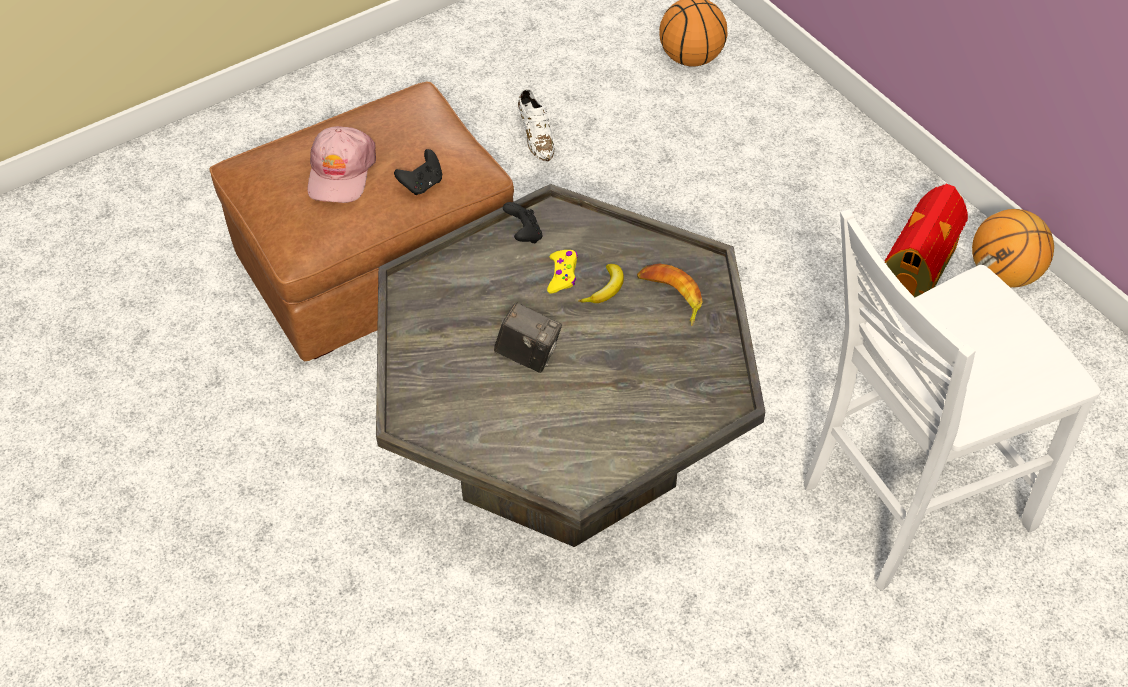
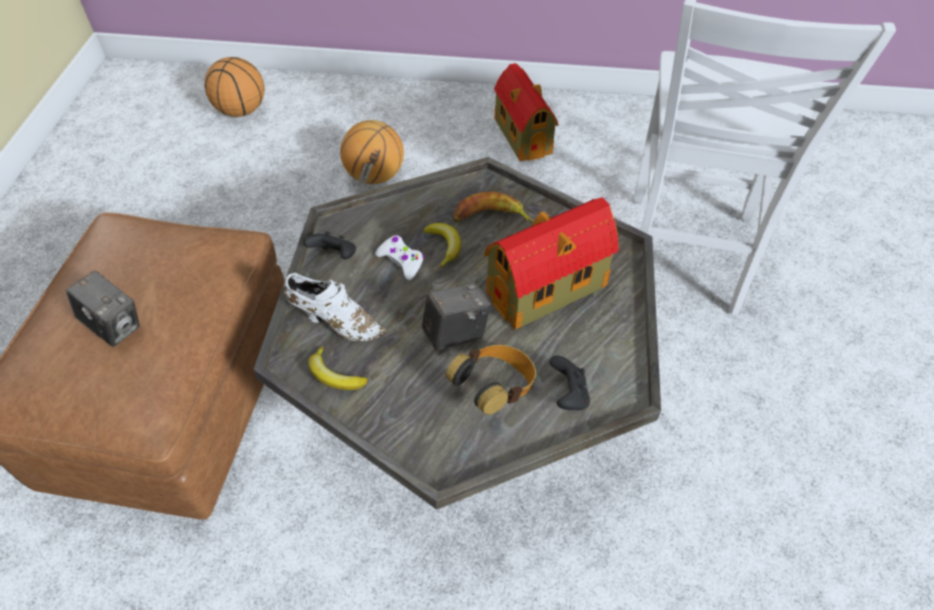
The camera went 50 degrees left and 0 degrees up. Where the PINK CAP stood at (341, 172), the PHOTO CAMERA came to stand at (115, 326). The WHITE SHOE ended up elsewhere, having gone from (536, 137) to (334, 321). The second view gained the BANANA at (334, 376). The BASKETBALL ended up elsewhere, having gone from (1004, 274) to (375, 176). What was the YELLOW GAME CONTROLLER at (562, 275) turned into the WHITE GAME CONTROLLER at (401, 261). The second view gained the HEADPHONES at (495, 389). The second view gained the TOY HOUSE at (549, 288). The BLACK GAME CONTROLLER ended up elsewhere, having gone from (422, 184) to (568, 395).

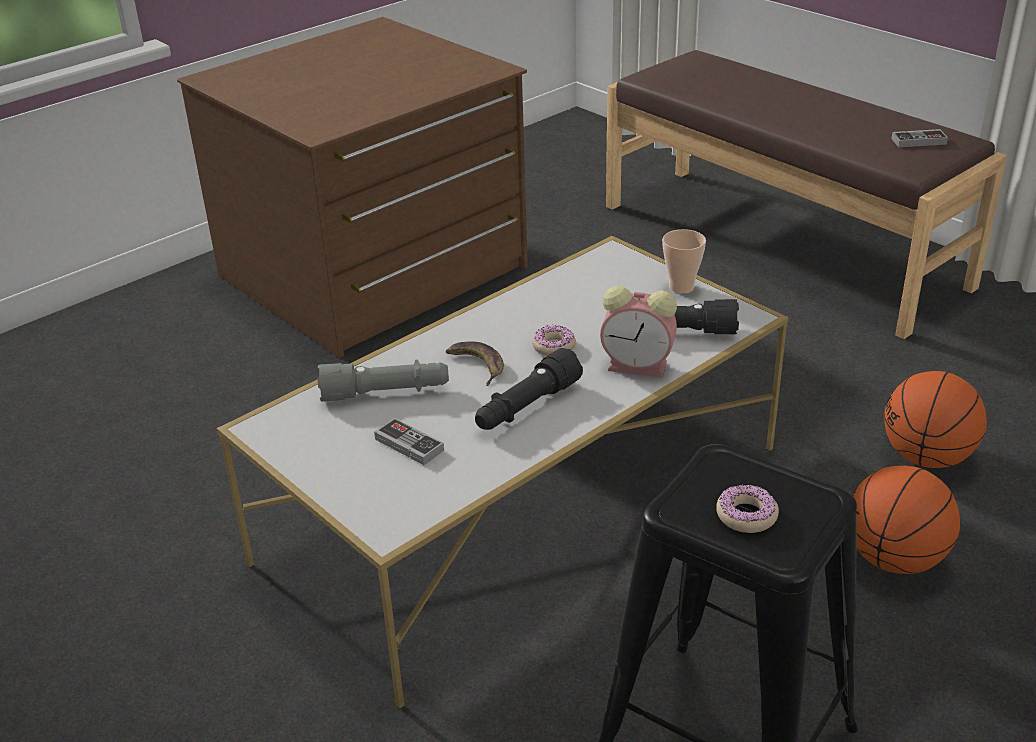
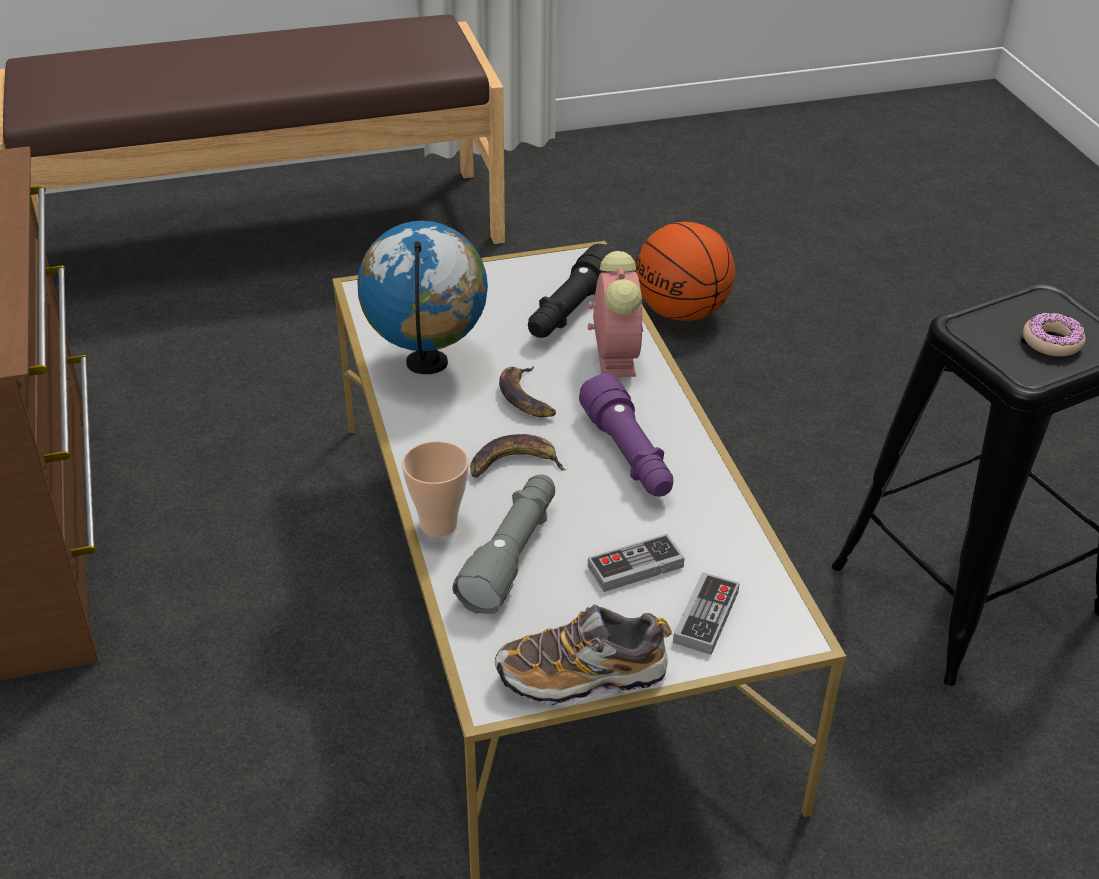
The camera went 65 degrees left and 5 degrees up. The second view gained the GLOBE at (427, 364). The CUP ended up elsewhere, having gone from (681, 287) to (438, 524). The second view gained the SHOE at (582, 677). Where the DONUT stood at (554, 347), the BANANA came to stand at (527, 397). What was the BLACK FLASHLIGHT at (526, 407) turned into the PURPLE FLASHLIGHT at (628, 455). The ALARM CLOCK at (640, 366) ended up facing another way, 45 degrees counterclockwise from before. The GAME CONTROLLER ended up elsewhere, having gone from (918, 141) to (706, 617). The second view lost the BASKETBALL at (894, 559).

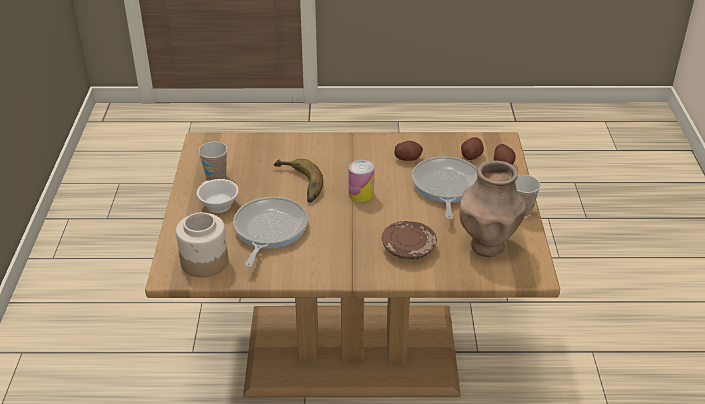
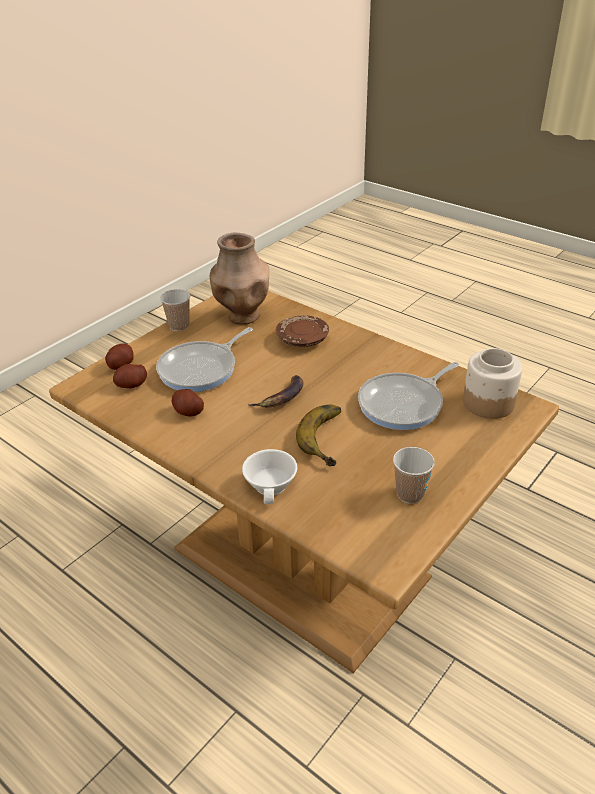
The camera went 140 degrees left and 0 degrees up. The WHITE CUP ended up elsewhere, having gone from (217, 205) to (272, 486). Where the CAN stood at (361, 194), the BANANA came to stand at (282, 397).

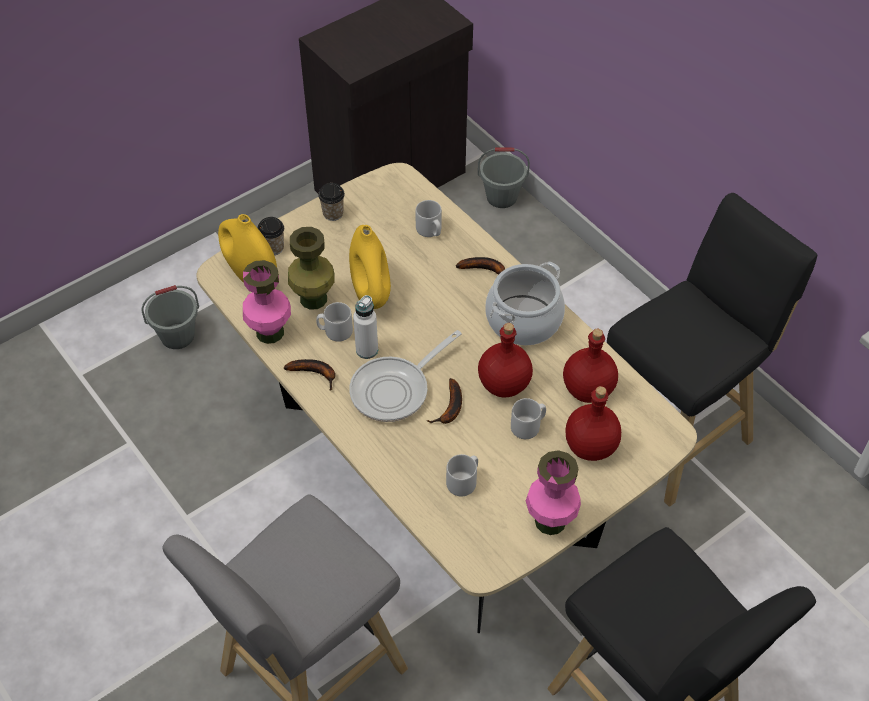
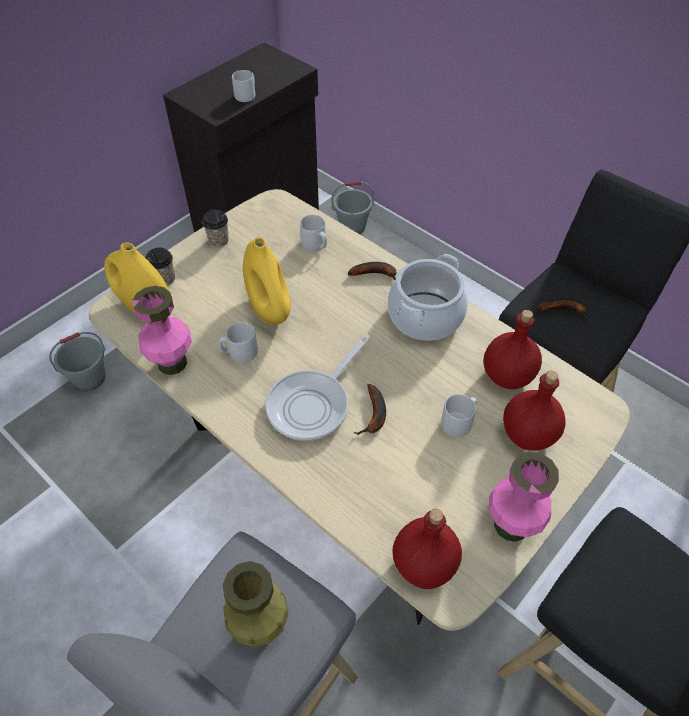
The camera went 10 degrees left and 0 degrees up. The GREEN VASE ended up elsewhere, having gone from (314, 299) to (260, 626). The GREY MUG ended up elsewhere, having gone from (464, 481) to (246, 95). The RED BOTTLE ended up elsewhere, having gone from (505, 384) to (425, 564). The BANANA ended up elsewhere, having gone from (315, 373) to (564, 310). The second view lost the WHITE BOTTLE at (367, 350).

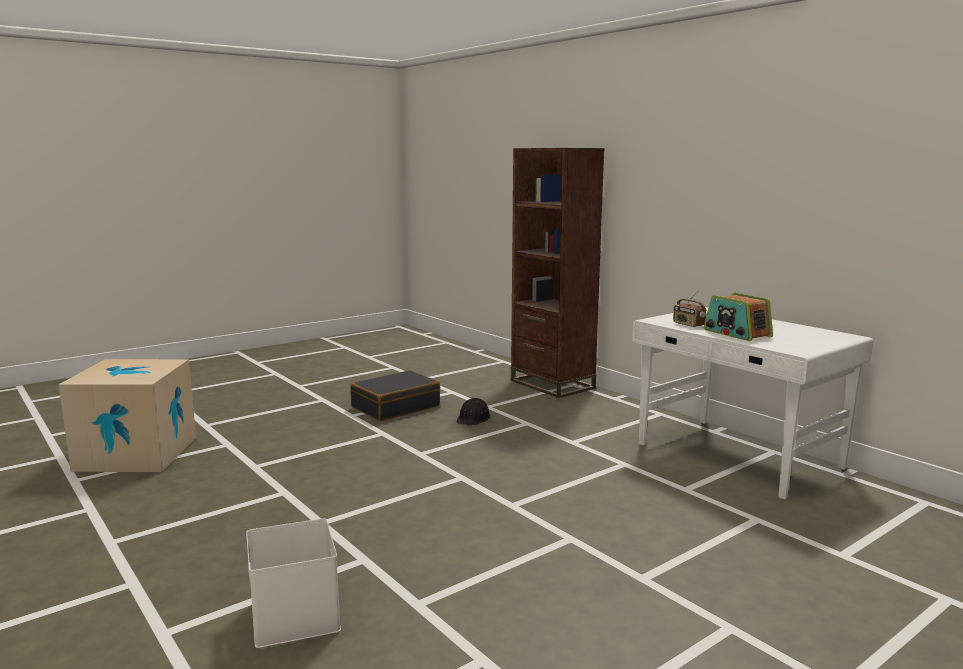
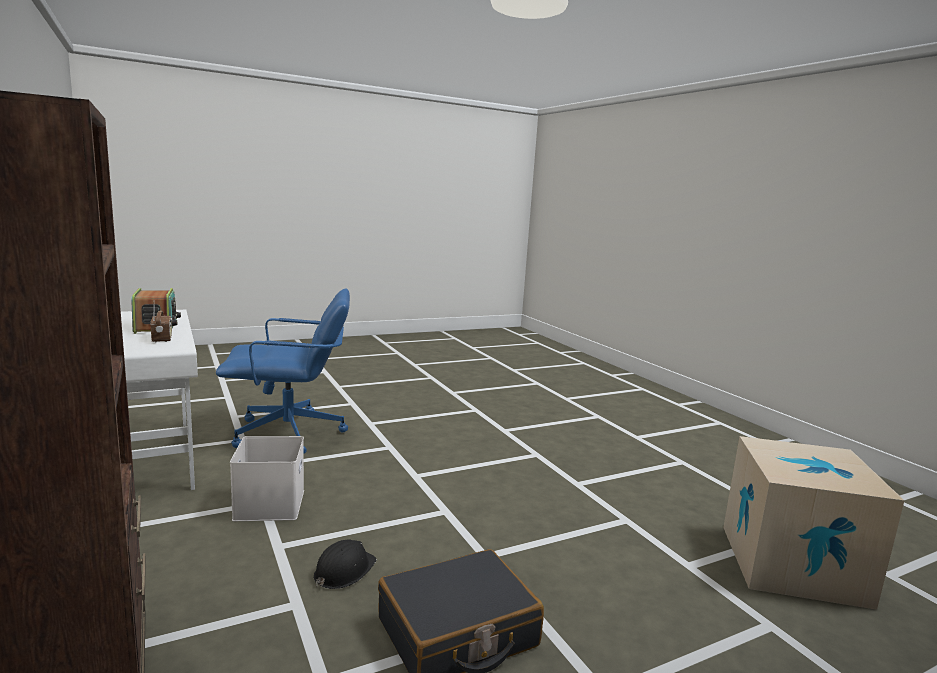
The camera went 170 degrees left and 0 degrees up. The second view gained the BLUE OFFICE CHAIR at (290, 434). The WHITE STORAGE BOX ended up elsewhere, having gone from (297, 616) to (268, 503).

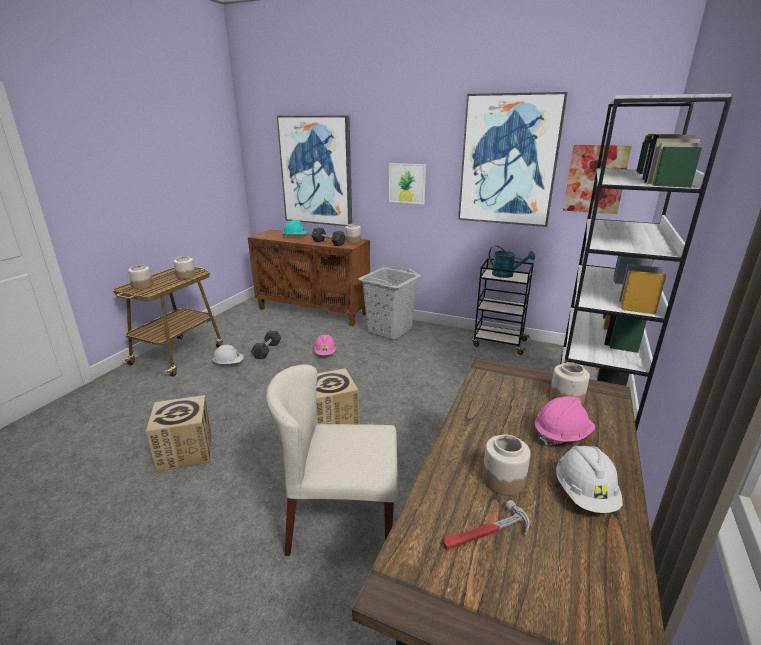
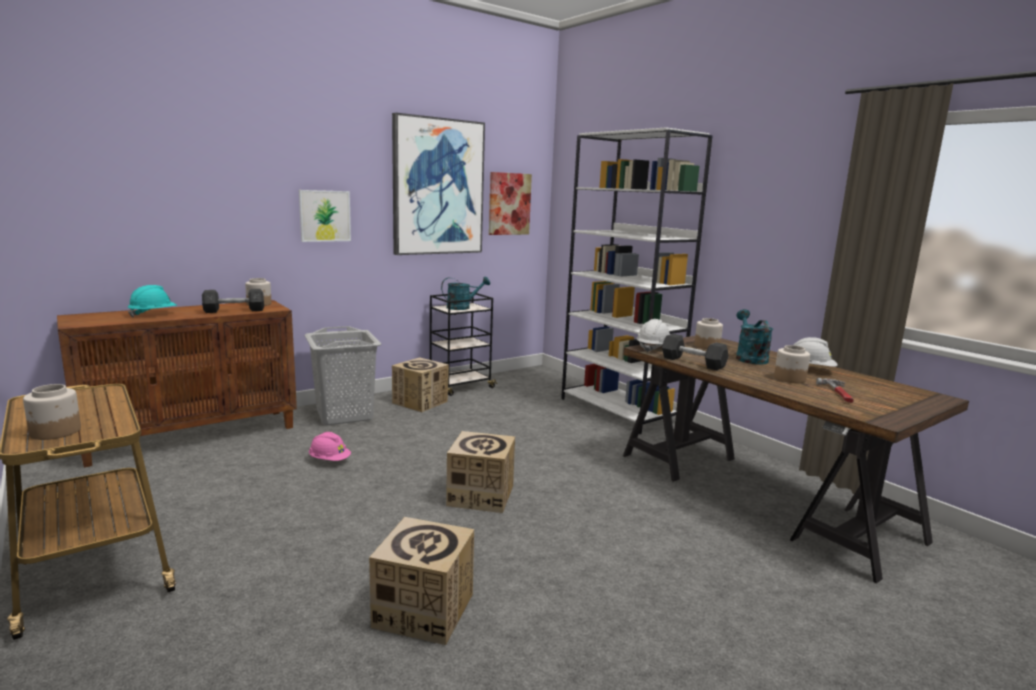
The camera went 60 degrees left and 10 degrees down. The second view gained the CARDBOARD BOX at (420, 402). The WHITE HARD HAT ended up elsewhere, having gone from (229, 363) to (653, 348). The GREY DUMBBELL ended up elsewhere, having gone from (267, 350) to (693, 362). Where the PINK HARD HAT stood at (561, 435), the TURQUOISE WATERING CAN came to stand at (749, 358). The second view lost the JAR at (186, 276). The second view lost the BEIGE CHAIR at (340, 520). The second view lost the PICTURE at (316, 171).

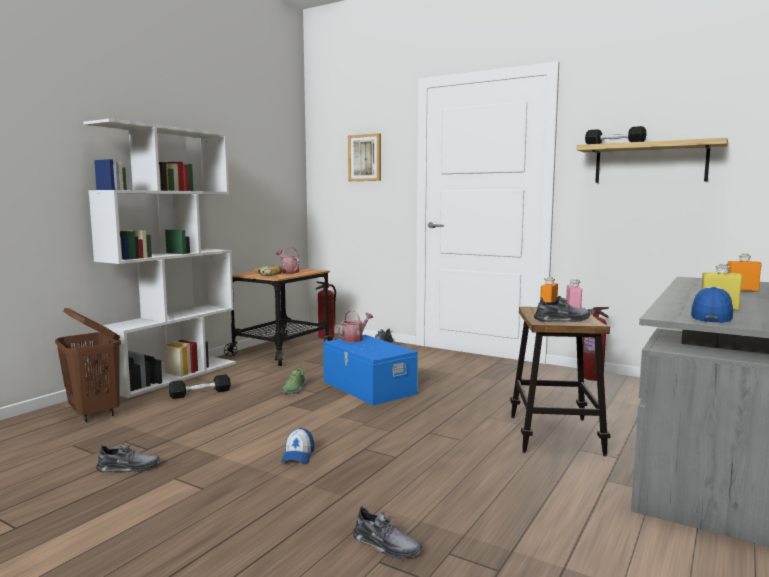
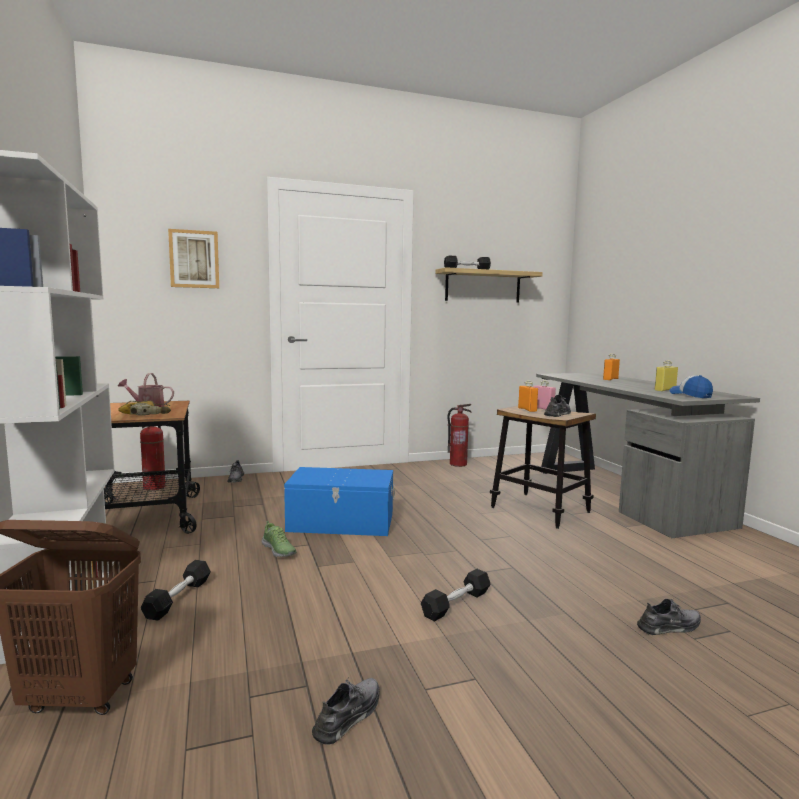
The camera went 50 degrees left and 0 degrees up. Where the CAP stood at (298, 456), the BLACK DUMBBELL came to stand at (456, 604). The second view lost the WATERING CAN at (354, 339).

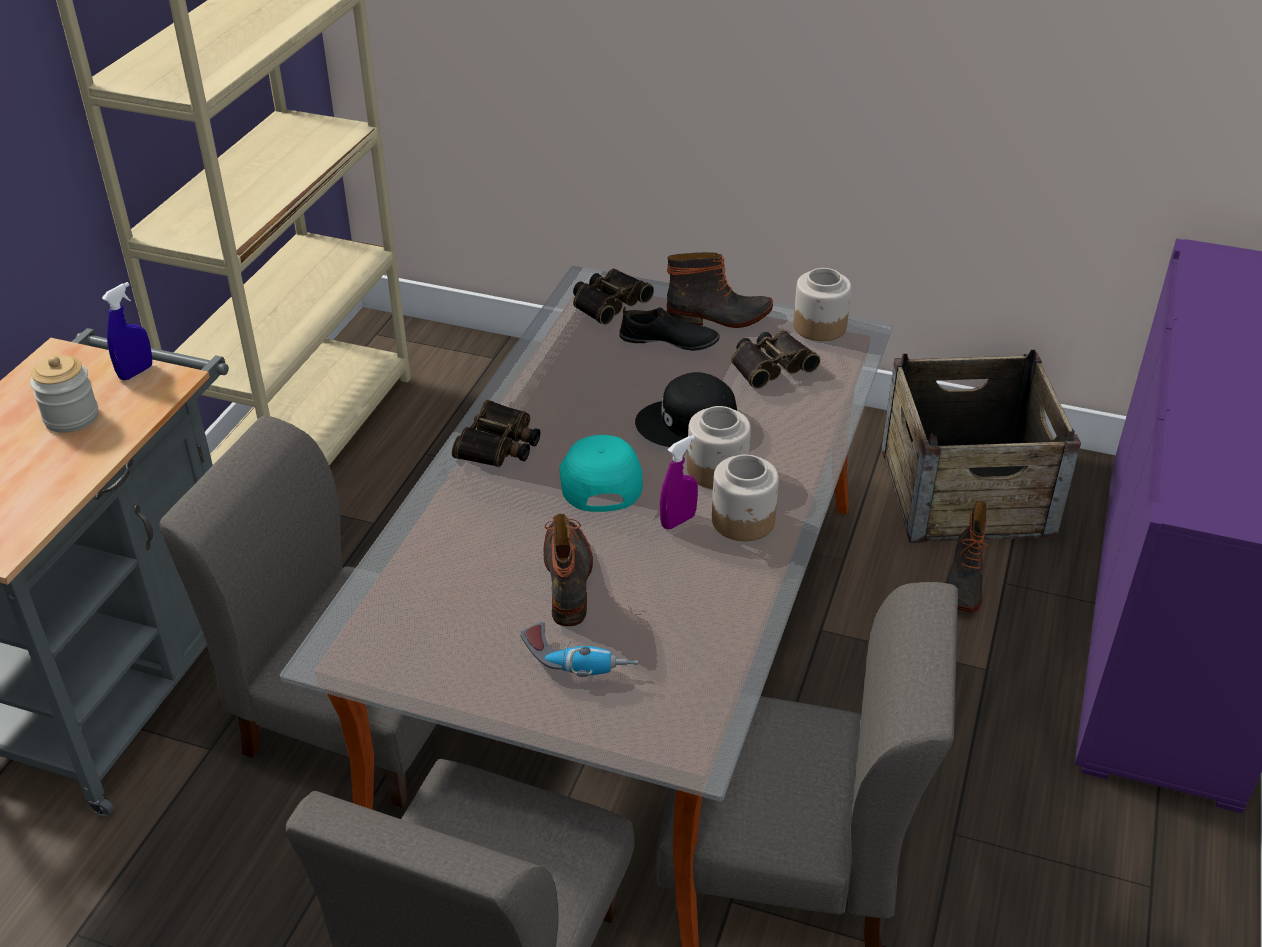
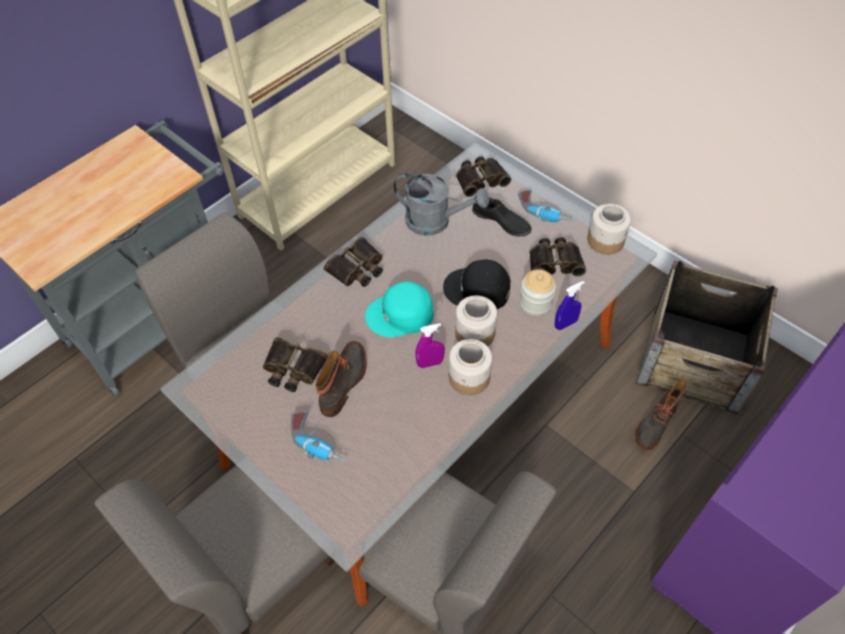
The camera went 25 degrees right and 15 degrees up. The second view gained the BINOCULARS at (292, 369). The TURQUOISE CAP at (599, 479) ended up facing another way, 120 degrees counterclockwise from before. The second view gained the GREY WATERING CAN at (436, 222). Where the BOOT stood at (719, 317), the POWER DRILL came to stand at (544, 213). The JAR ended up elsewhere, having gone from (71, 417) to (535, 303). The BLUE SPRAY BOTTLE ended up elsewhere, having gone from (136, 372) to (565, 324).

